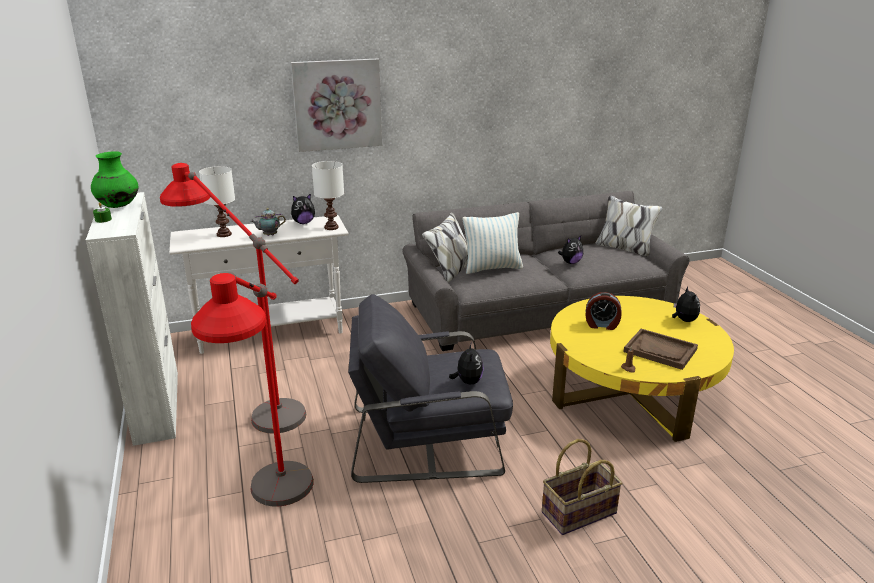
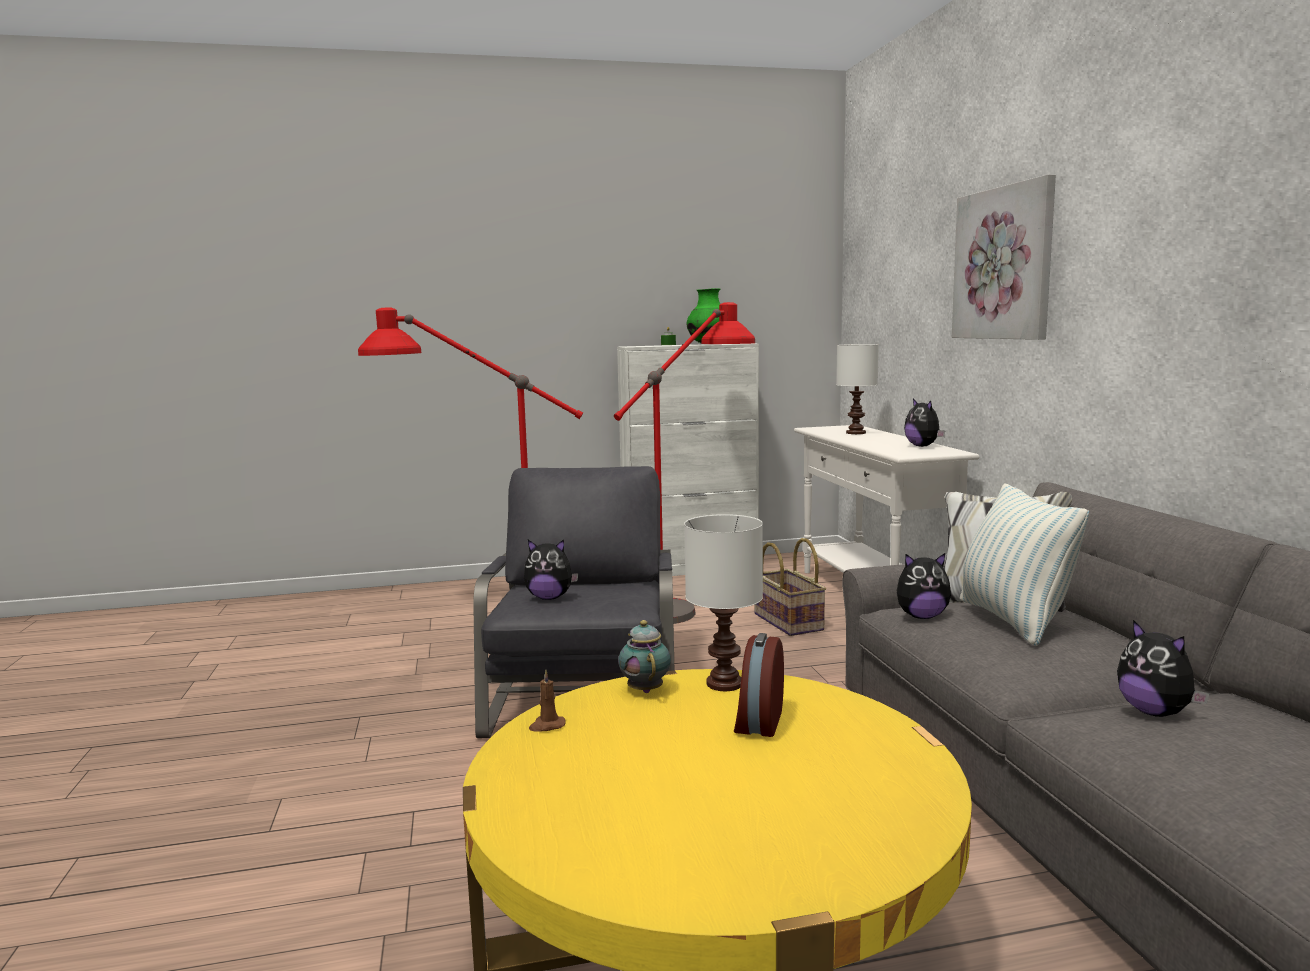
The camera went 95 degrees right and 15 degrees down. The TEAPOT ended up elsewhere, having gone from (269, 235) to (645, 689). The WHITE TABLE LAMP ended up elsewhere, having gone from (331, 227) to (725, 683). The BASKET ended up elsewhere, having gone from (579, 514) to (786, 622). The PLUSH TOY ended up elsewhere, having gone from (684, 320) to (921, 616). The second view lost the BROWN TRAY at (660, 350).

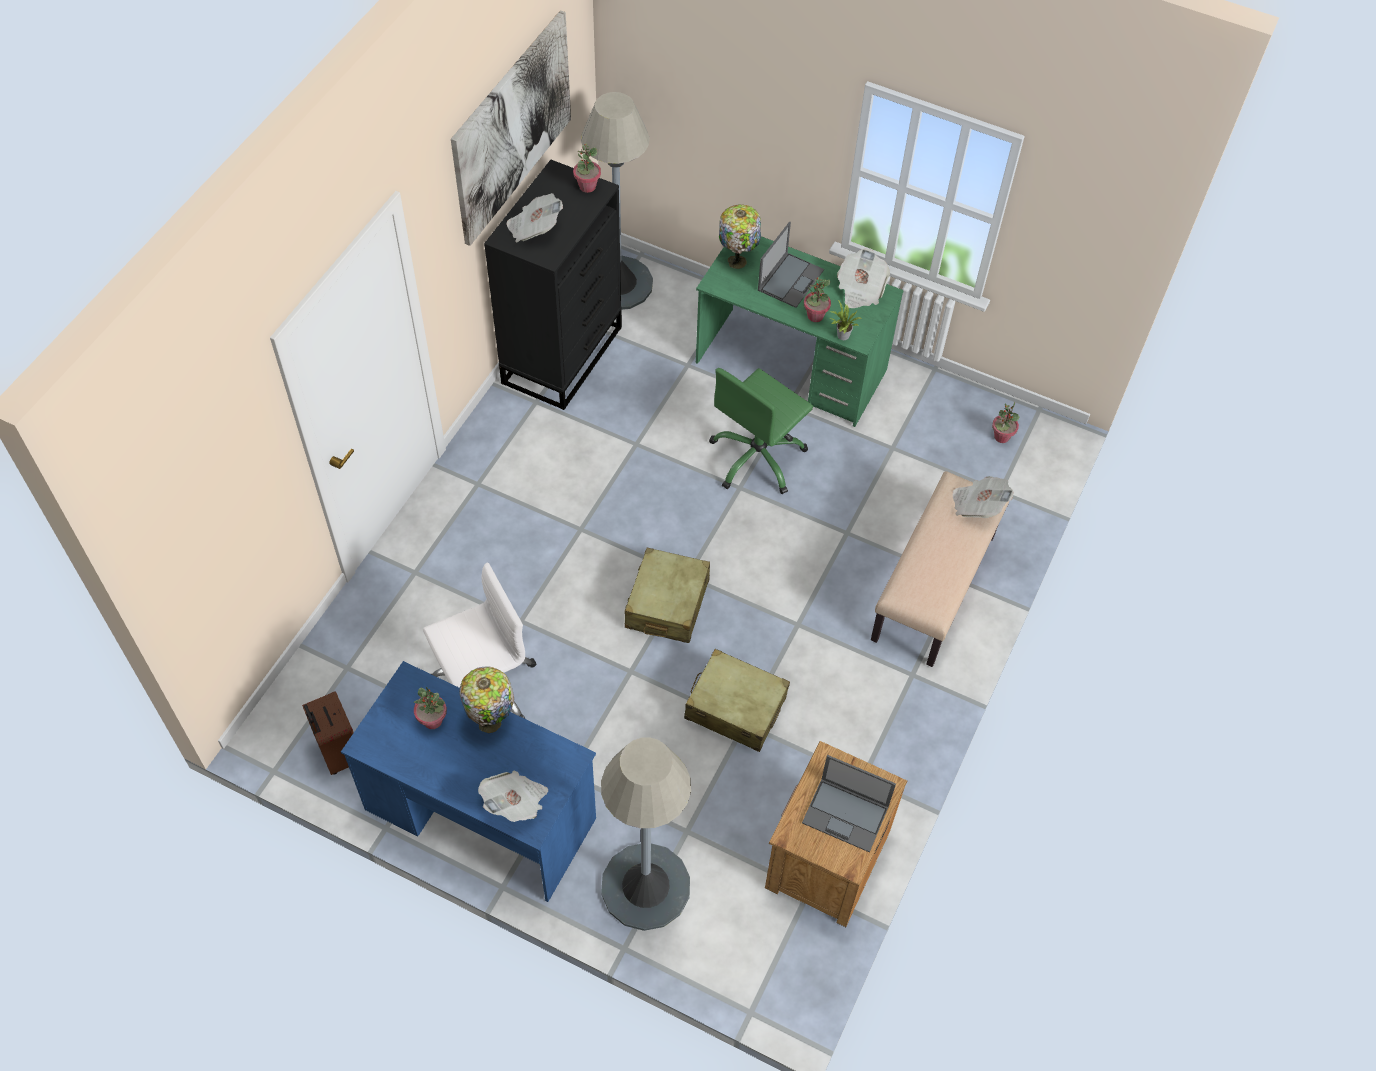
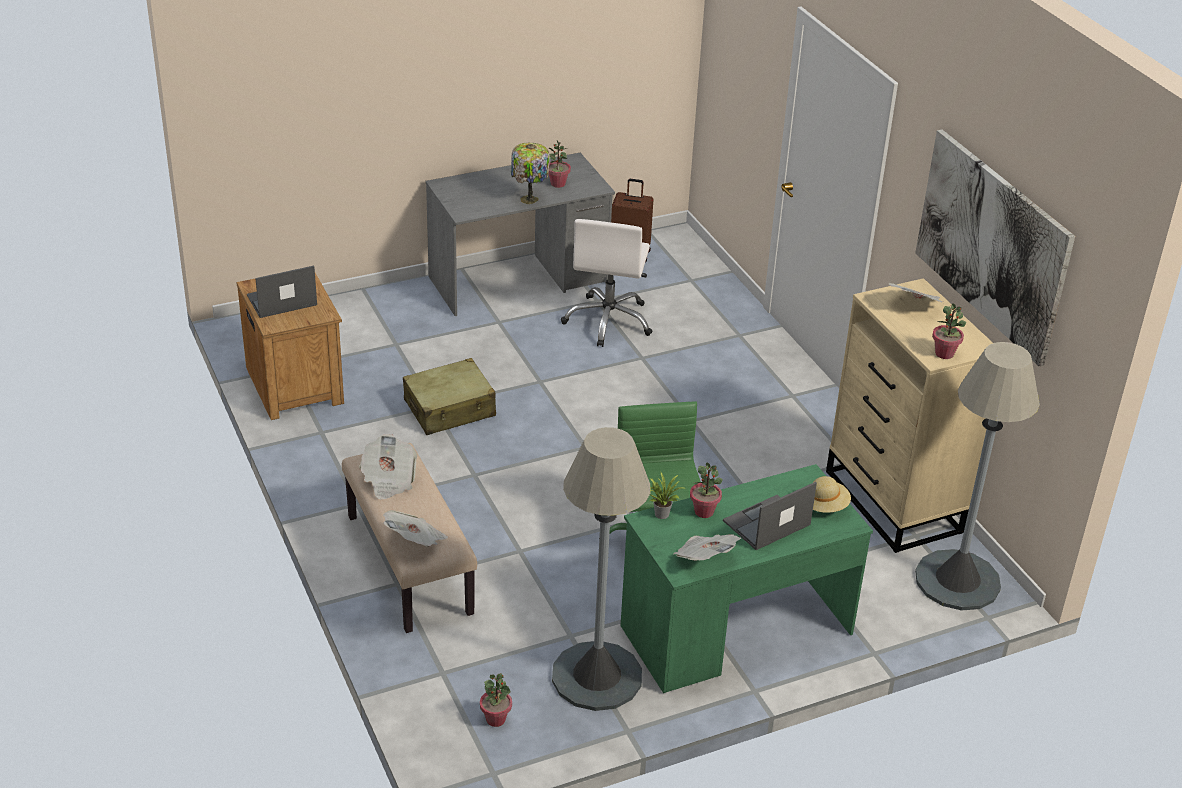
The camera went 130 degrees right and 20 degrees down. The NEWSPAPER ended up elsewhere, having gone from (516, 803) to (388, 480). What was the BLUE DESK at (480, 813) turned into the GREY DESK at (518, 281). The GREY FLOOR LAMP ended up elsewhere, having gone from (646, 887) to (596, 676). The LAPTOP at (790, 279) ended up facing another way, 75 degrees clockwise from before. Where the TABLE LAMP stood at (738, 260), the BEIGE HAT came to stand at (825, 506). What was the BLACK DRESSER at (563, 354) turned into the BEIGE DRESSER at (893, 502). The second view lost the BEIGE SUITCASE at (667, 604).

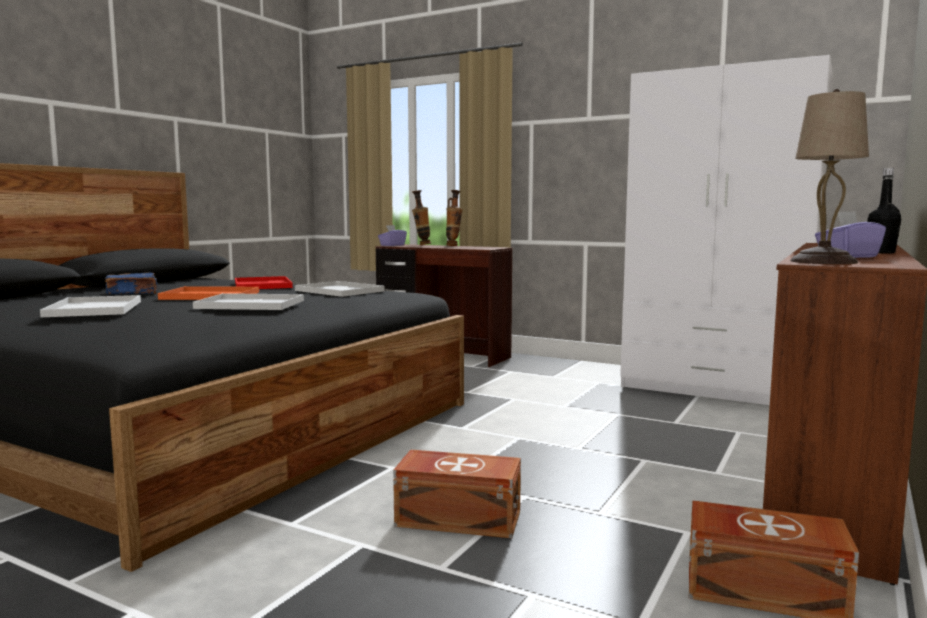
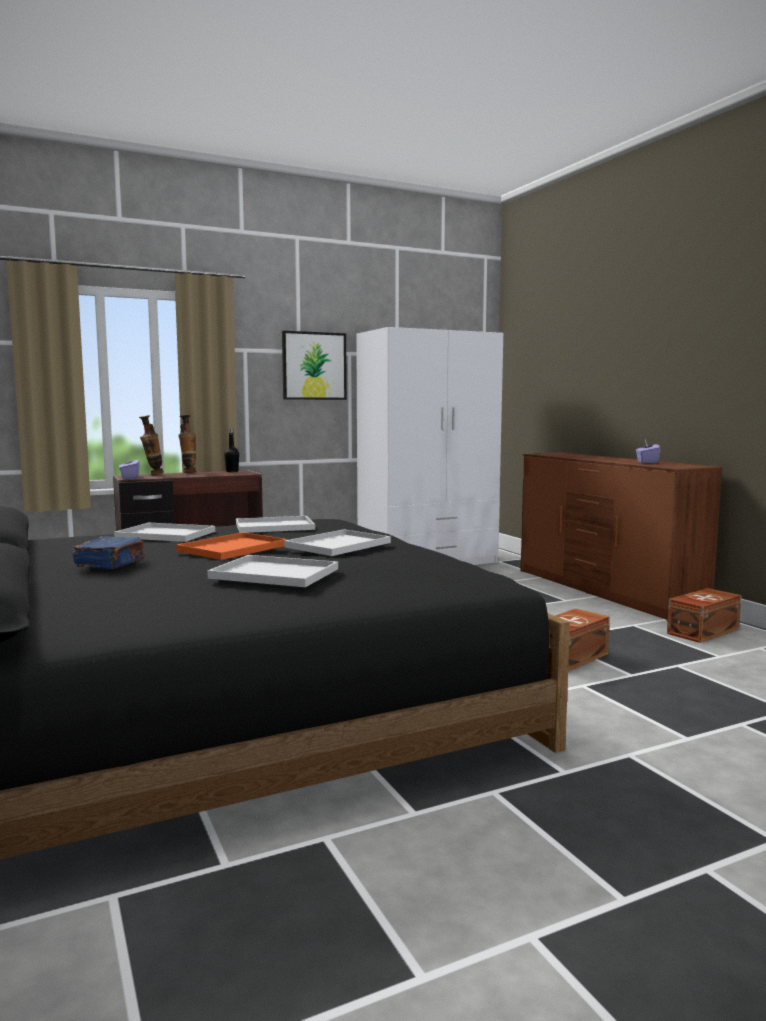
The camera went 55 degrees left and 0 degrees up. What was the RED TRAY at (261, 285) turned into the WHITE TRAY at (164, 534). The BLACK BOTTLE ended up elsewhere, having gone from (881, 252) to (232, 471). The second view gained the PICTURE at (314, 366). The second view lost the BEIGE TABLE LAMP at (823, 262).

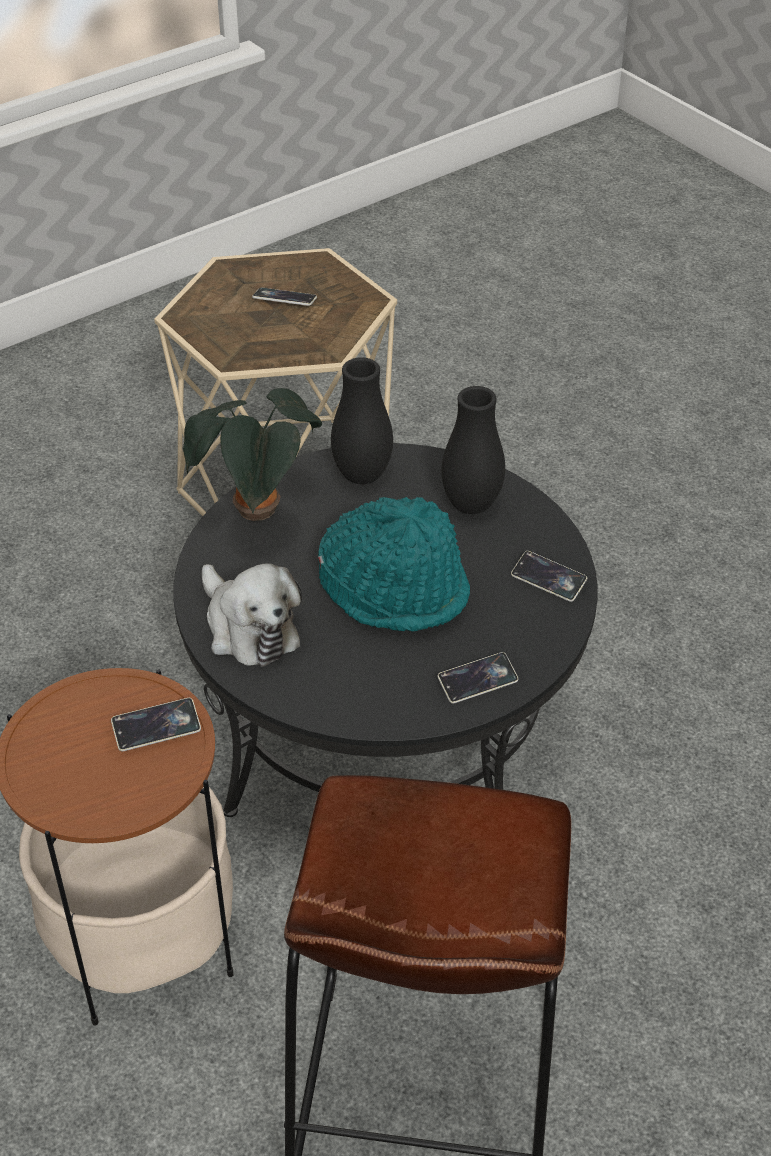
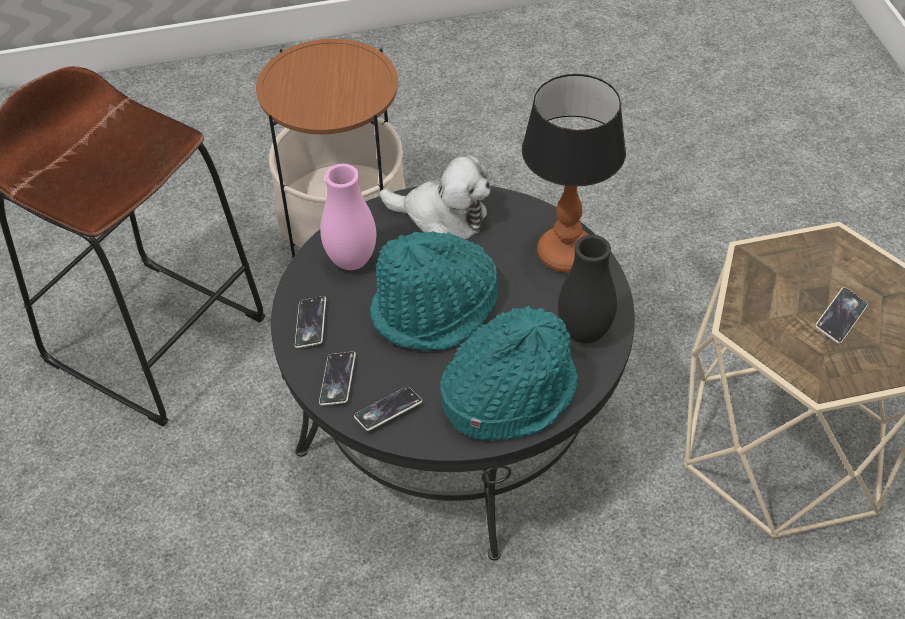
The camera went 115 degrees right and 5 degrees up. The PHONE ended up elsewhere, having gone from (156, 728) to (337, 381). The second view gained the PINK VASE at (351, 261). The PLUSH TOY at (248, 628) ended up facing another way, 150 degrees counterclockwise from before. Where the BLACK VASE stood at (471, 505), the TURQUOISE HAT came to stand at (508, 394). Where the POTTED PLANT stood at (258, 513), the TABLE LAMP came to stand at (567, 254).

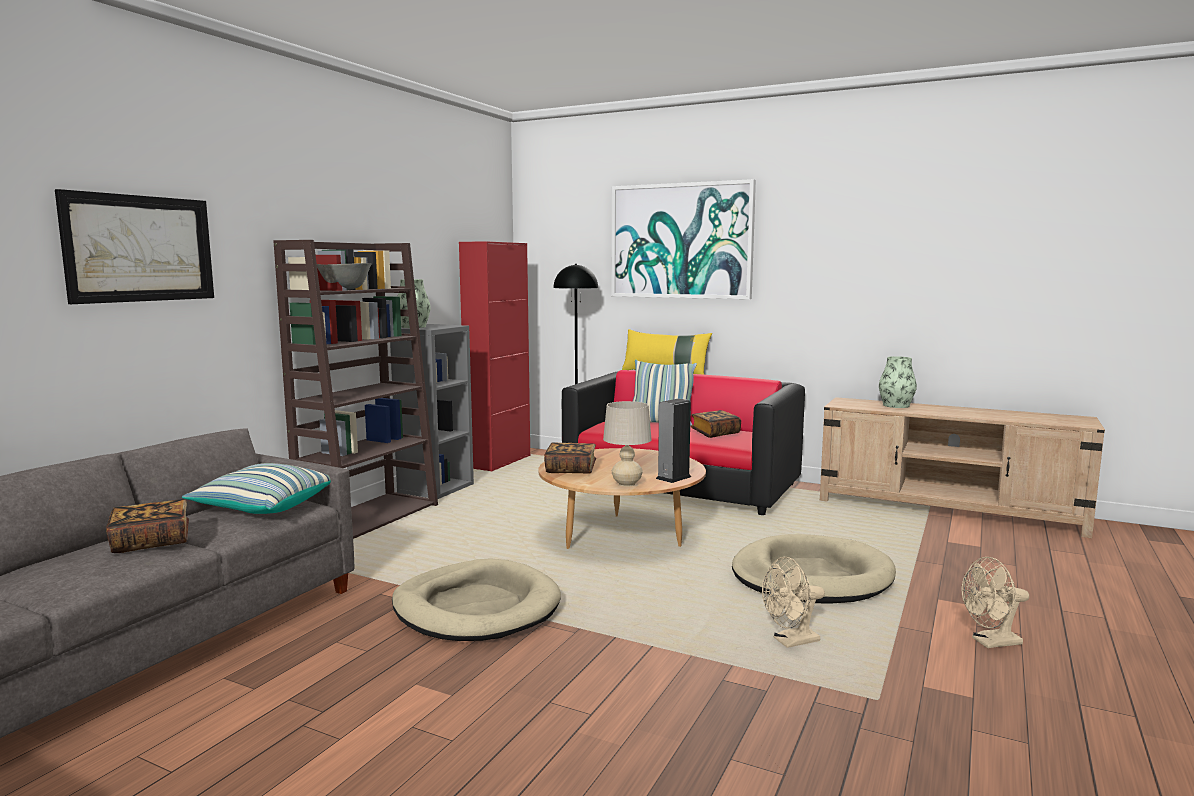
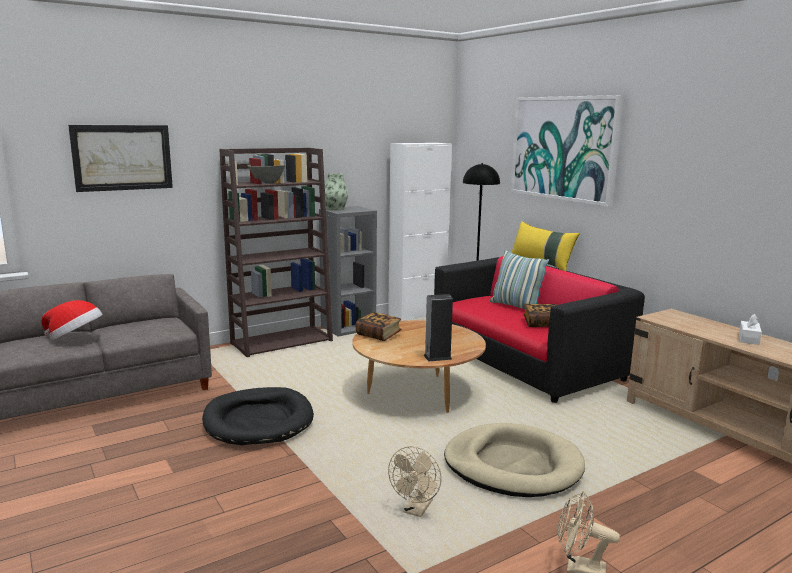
The camera went 30 degrees right and 5 degrees up. Where the BOOK stood at (151, 542), the HAT came to stand at (75, 338). What was the BEIGE DOG BED at (476, 607) turned into the BLACK DOG BED at (258, 420). What was the RED CABINET at (499, 462) turned into the WHITE CABINET at (417, 314). The BEIGE FAN at (790, 642) ended up facing another way, 75 degrees counterclockwise from before. The second view gained the WHITE TISSUE BOX at (748, 339). The second view lost the PILLOW at (263, 507). The second view lost the BEIGE TABLE LAMP at (627, 484). The second view lost the VASE at (896, 405).

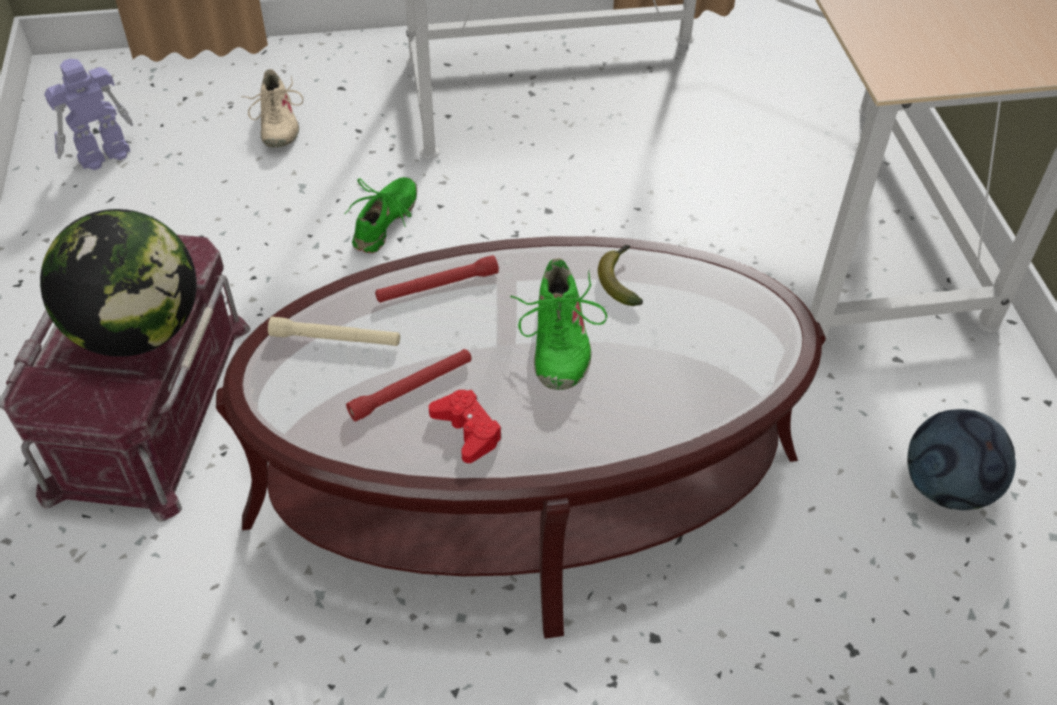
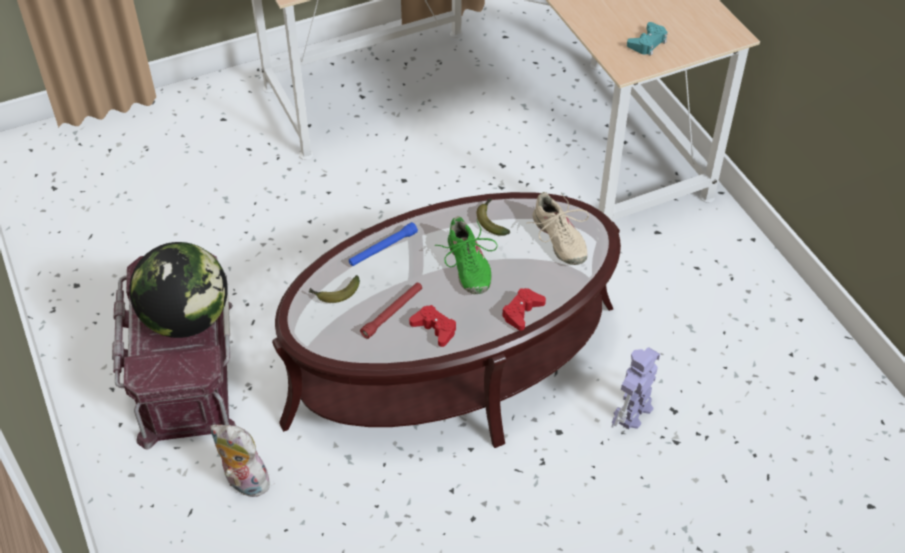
The camera went 15 degrees left and 0 degrees up. The second view gained the PLUSH TOY at (244, 482). Where the BEIGE FLASHLIGHT stood at (335, 339), the BANANA came to stand at (335, 294). What was the RED FLASHLIGHT at (437, 286) turned into the BLUE FLASHLIGHT at (383, 248). The second view gained the RED GAME CONTROLLER at (522, 312). The BEIGE SHOE ended up elsewhere, having gone from (277, 124) to (558, 240). The TOY ROBOT ended up elsewhere, having gone from (102, 155) to (632, 412). The second view gained the TURQUOISE GAME CONTROLLER at (647, 43). The second view lost the GREEN SHOE at (386, 222). The second view lost the FOOTBALL at (946, 488).

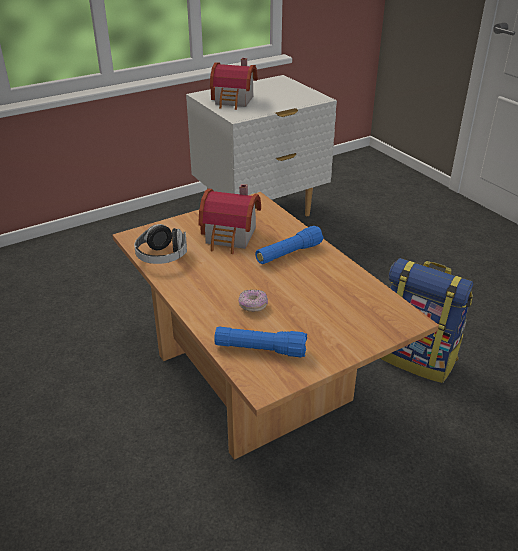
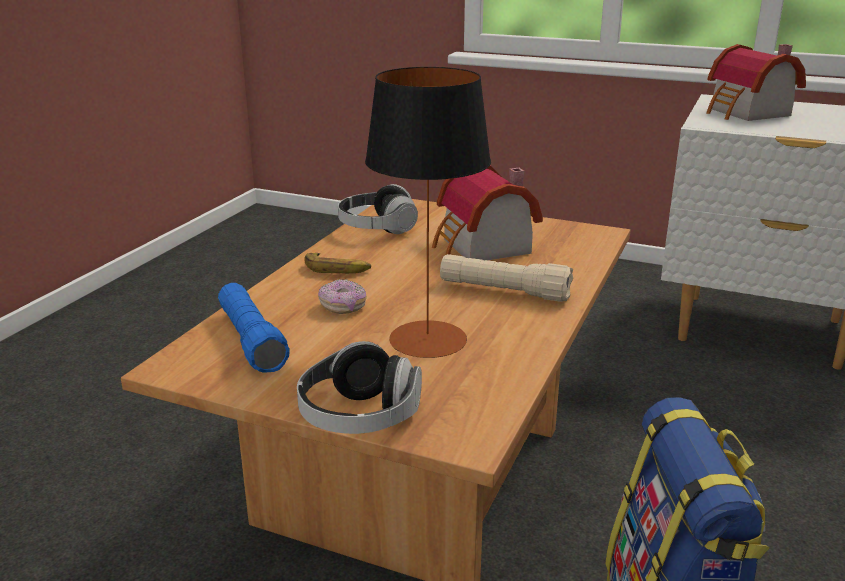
The camera went 55 degrees right and 10 degrees down. The second view gained the HEADPHONES at (359, 417). The second view gained the BANANA at (337, 269). The second view gained the TABLE LAMP at (427, 339). What was the BLUE FLASHLIGHT at (289, 253) turned into the BEIGE FLASHLIGHT at (504, 291).

